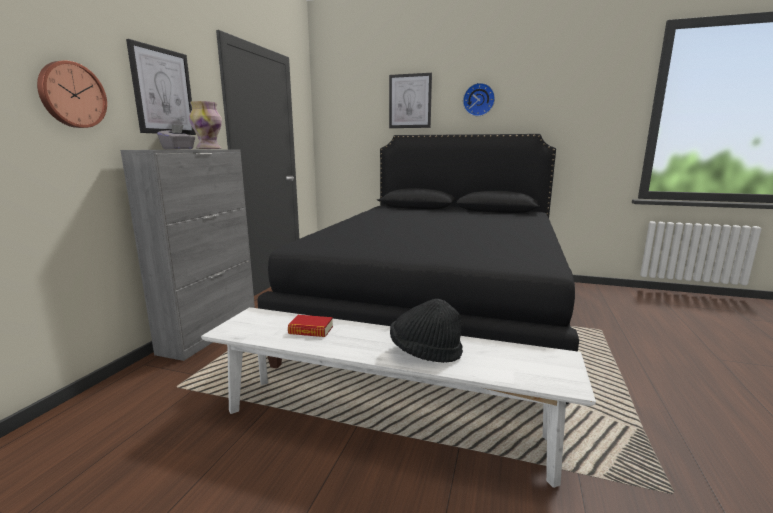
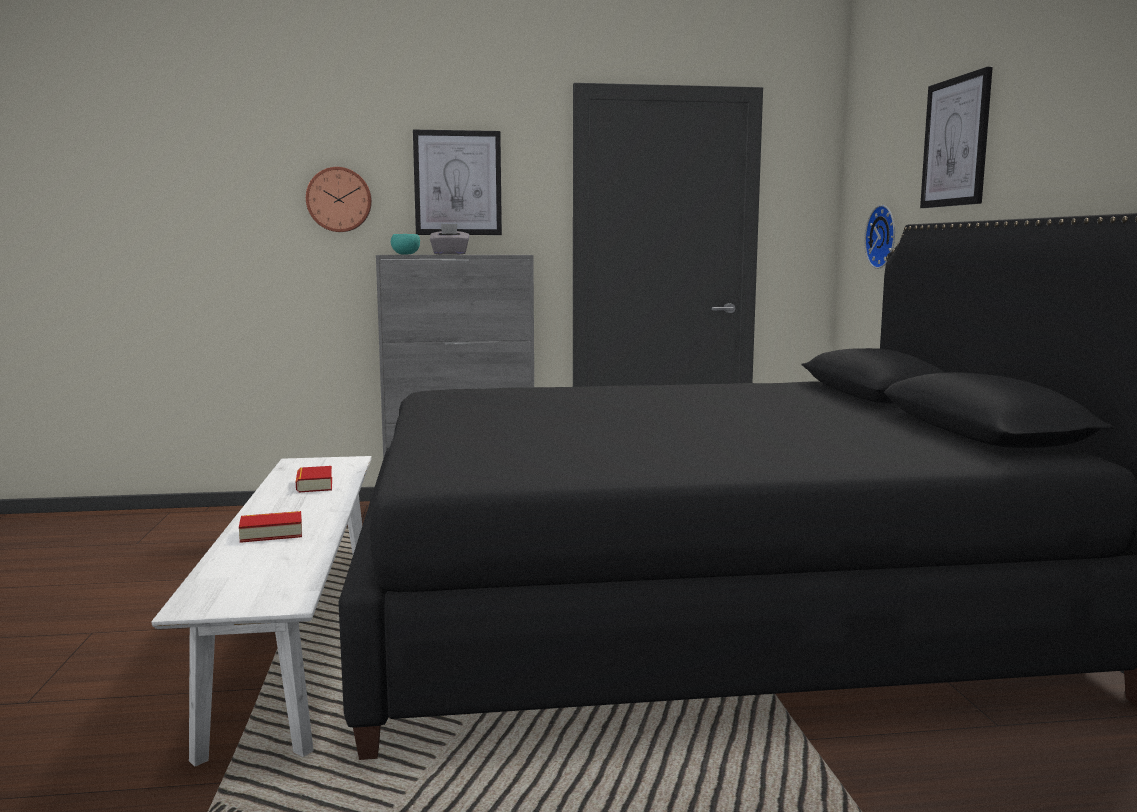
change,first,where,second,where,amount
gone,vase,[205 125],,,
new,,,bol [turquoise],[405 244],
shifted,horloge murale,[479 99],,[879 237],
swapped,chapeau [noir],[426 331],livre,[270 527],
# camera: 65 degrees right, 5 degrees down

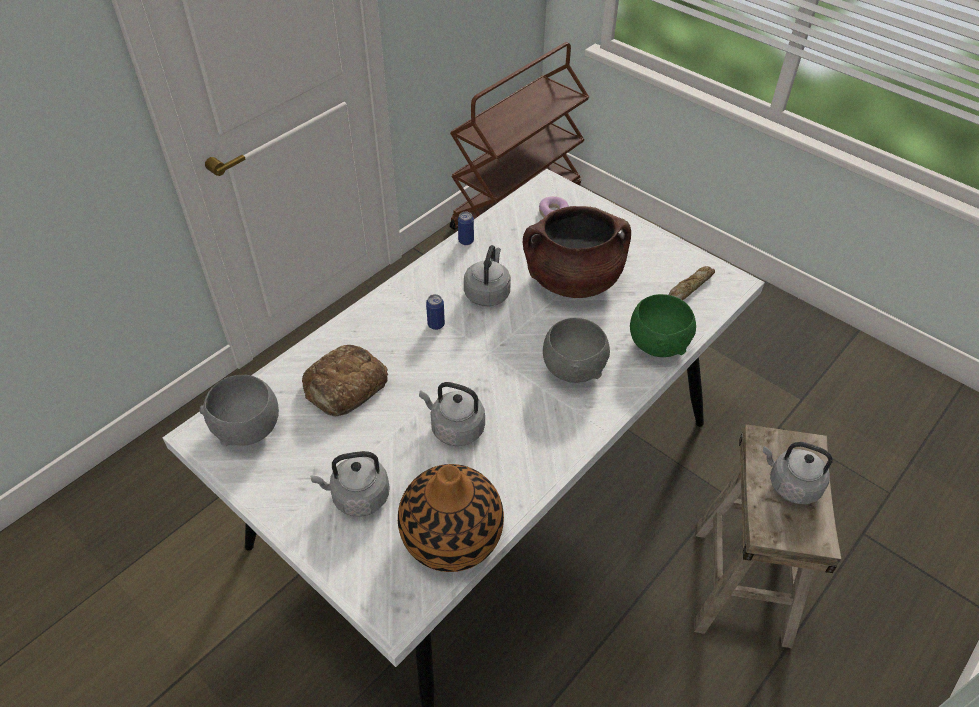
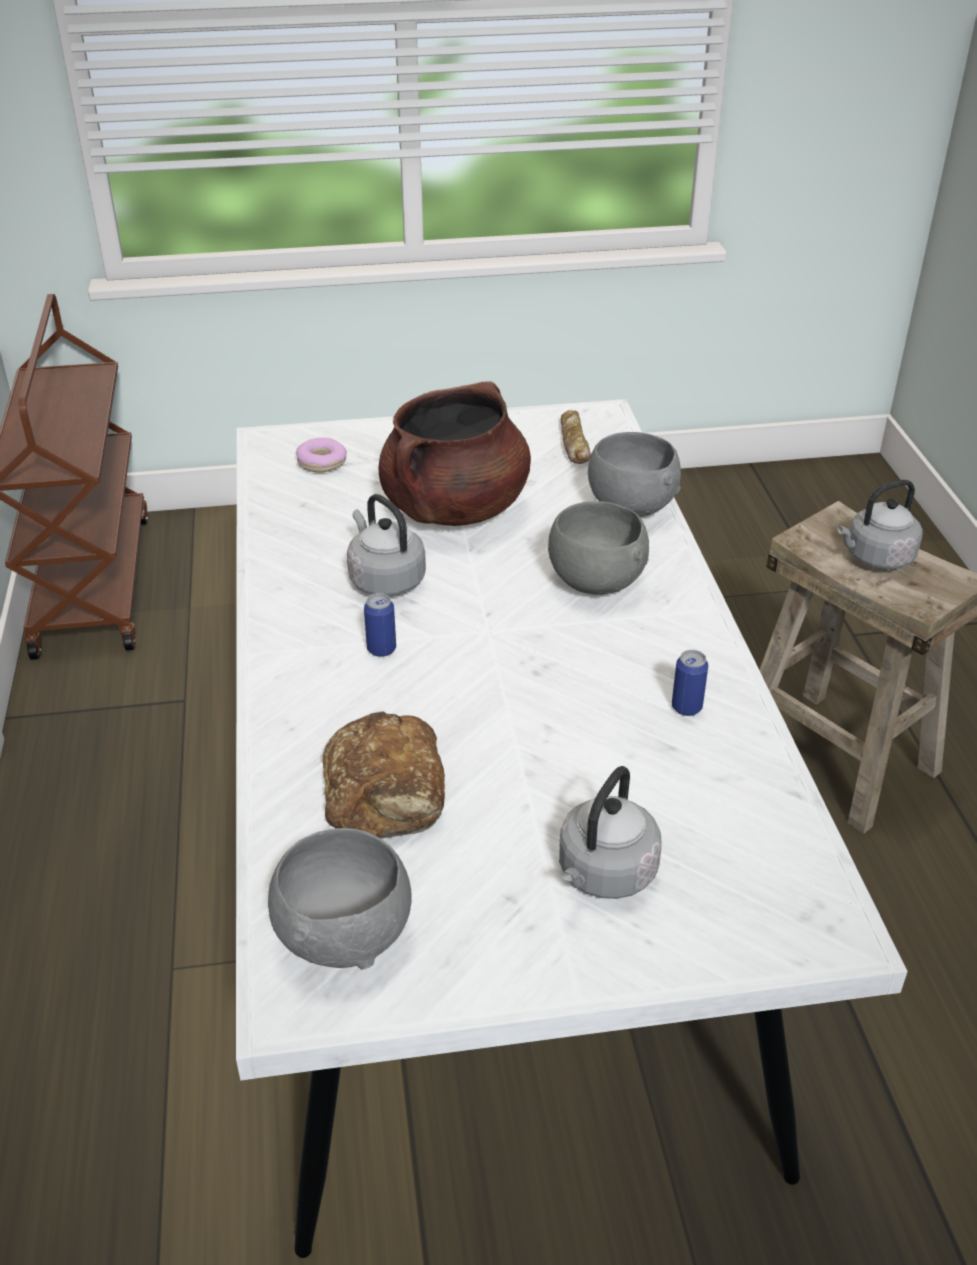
change,first,where,second,where,amount
gone,vase,[451 518],,,
gone,bouilloire [gris],[452 414],,,
shifted,boîte métallique,[466 228],,[690 683],
repainted,bol [vert],[663 325],bol [gris],[634 474],
# camera: 50 degrees left, 10 degrees down

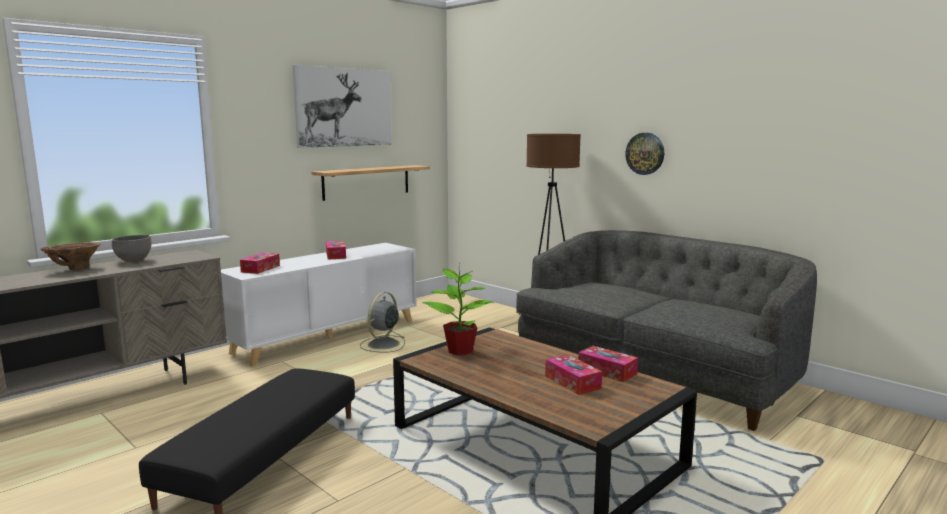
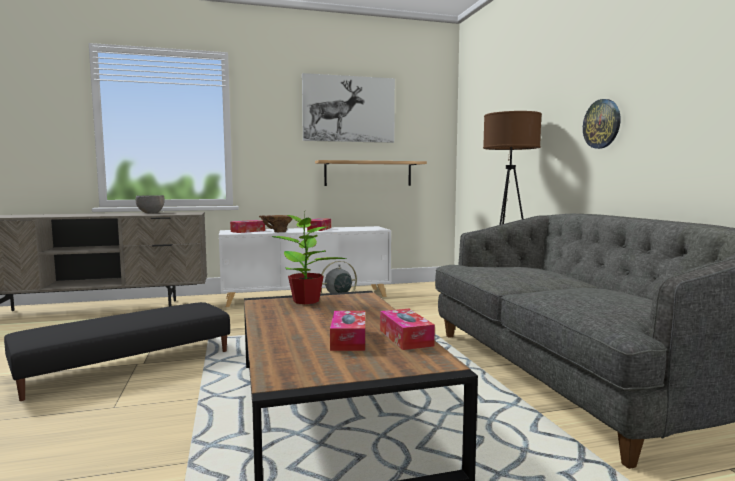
change,first,where,second,where,amount
shifted,vase [marron],[70 256],,[276 223],
# camera: 30 degrees right, 5 degrees down

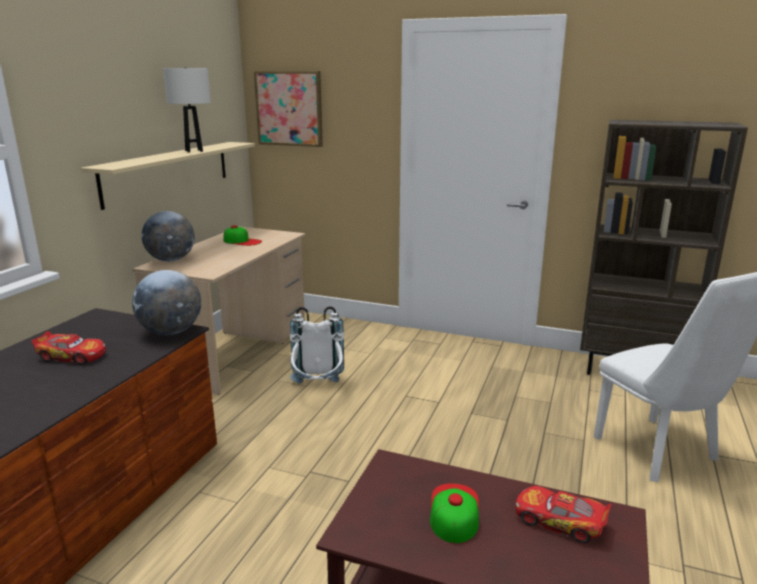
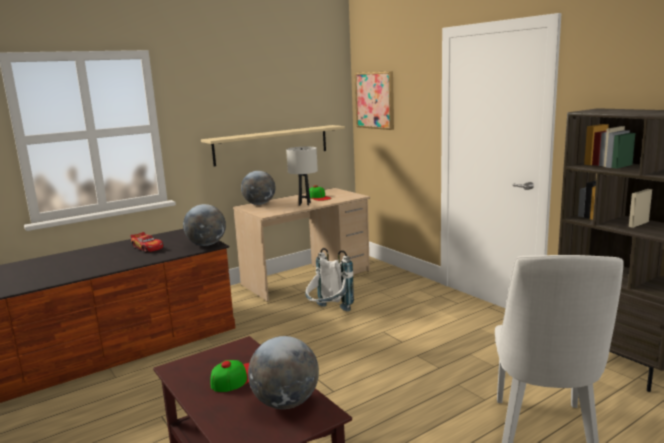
change,first,where,second,where,amount
shifted,lampe de table [blanc],[187 110],,[302 176],
swapped,petite voiture,[564 514],globe,[283 372],
# camera: 35 degrees right, 5 degrees down

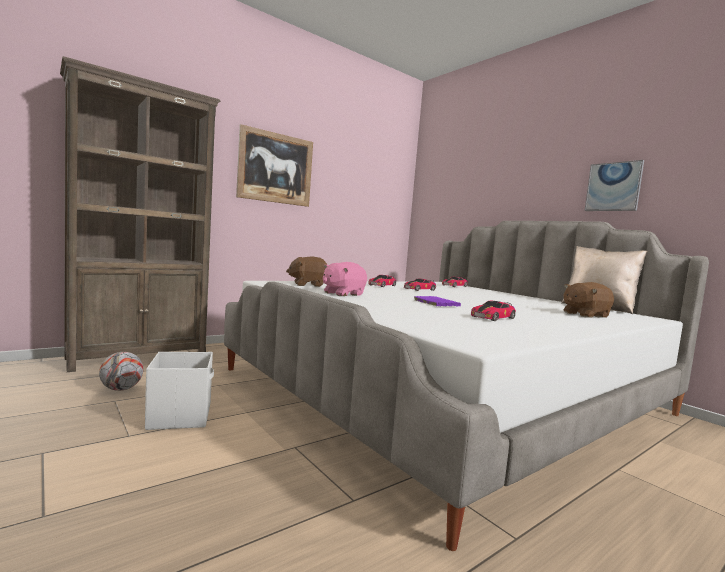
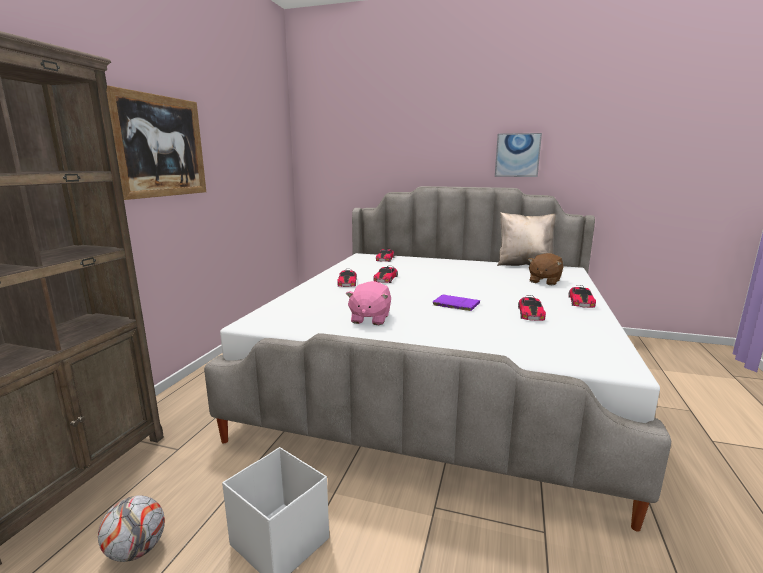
change,first,where,second,where,amount
gone,peluche [marron],[306 272],,,
new,,,petite voiture,[582 296],
# camera: 35 degrees left, 10 degrees up

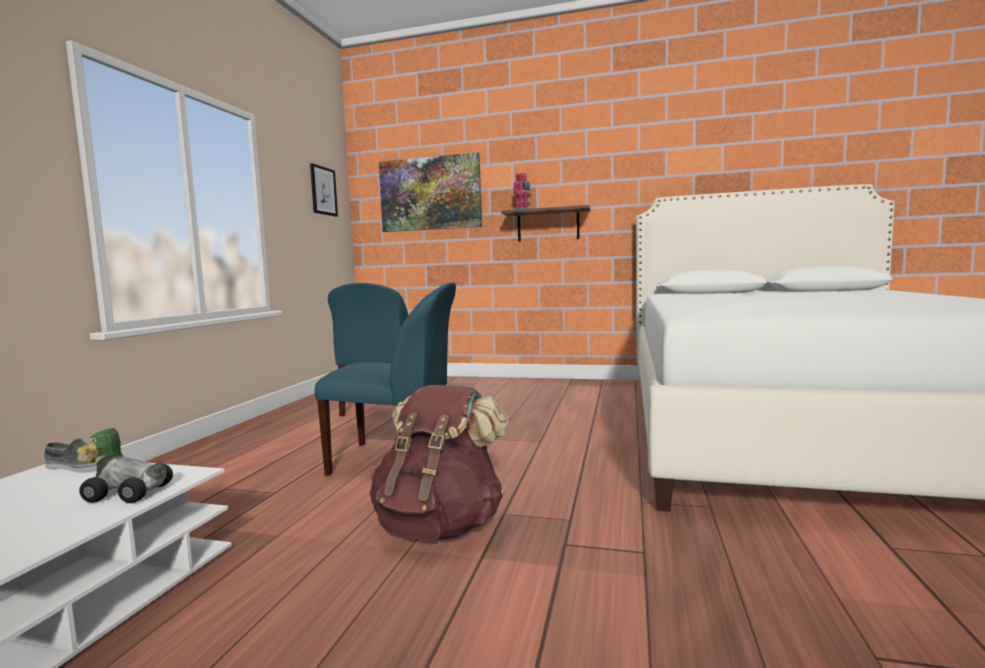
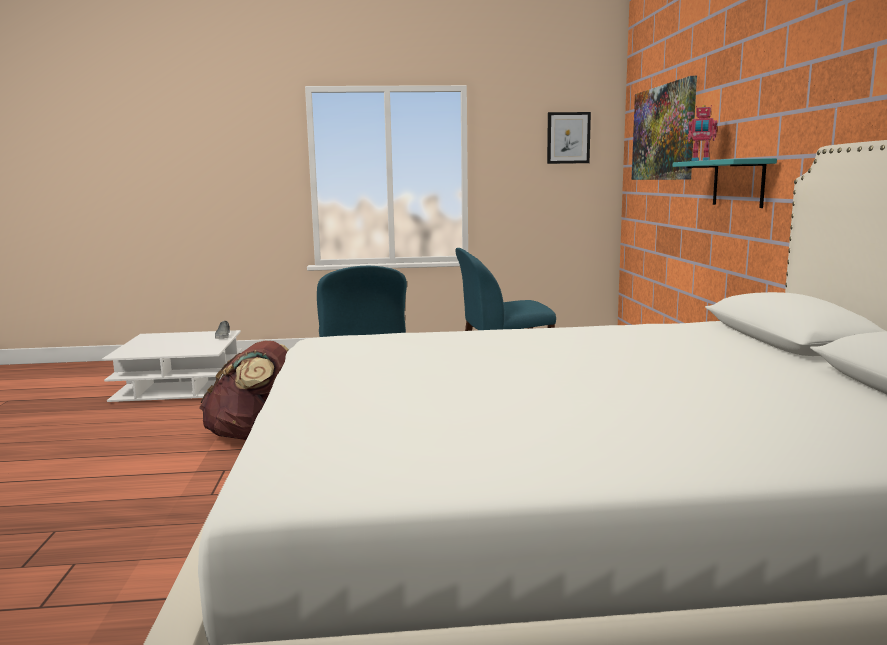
change,first,where,second,where,amount
gone,petite voiture,[125 465],,,
repainted,étagère [marron],[546 223],étagère [turquoise],[725 183],
# camera: 70 degrees right, 5 degrees up

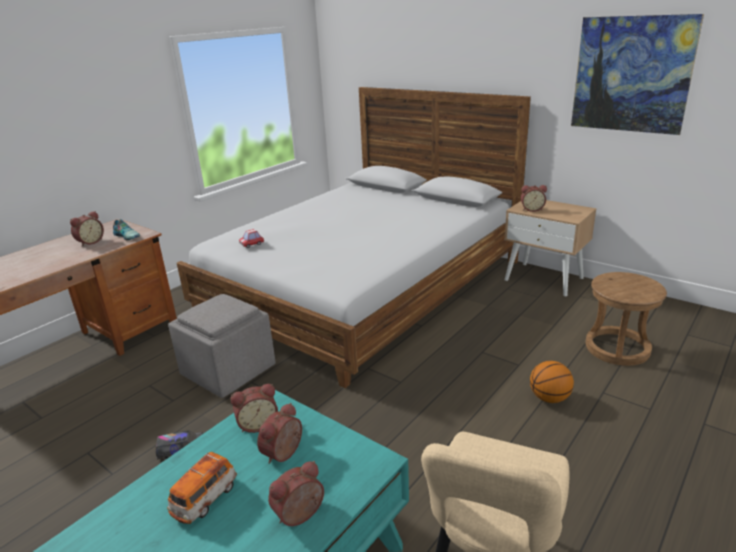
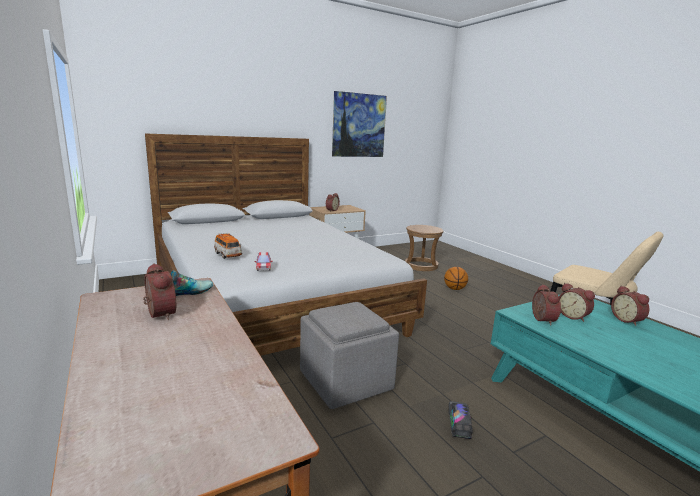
change,first,where,second,where,amount
shifted,petite voiture,[202 488],,[228 246],
# camera: 70 degrees left, 10 degrees down

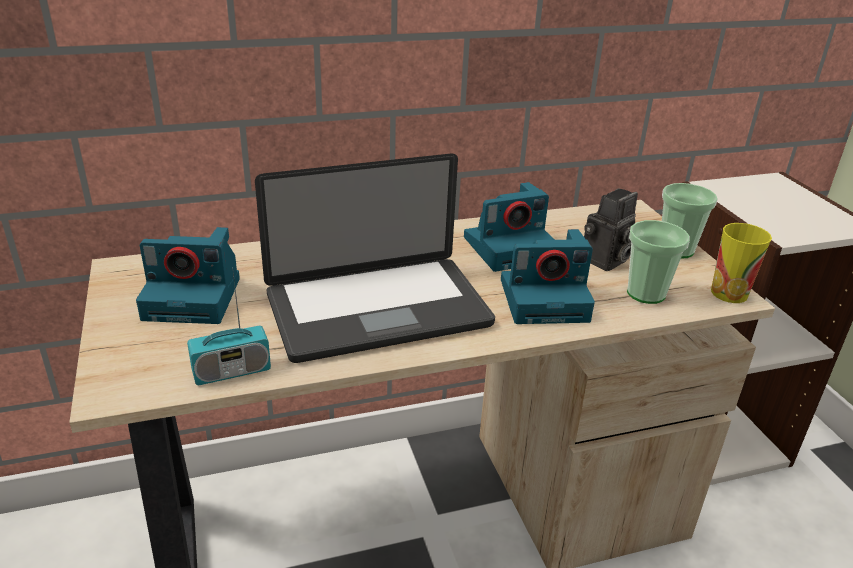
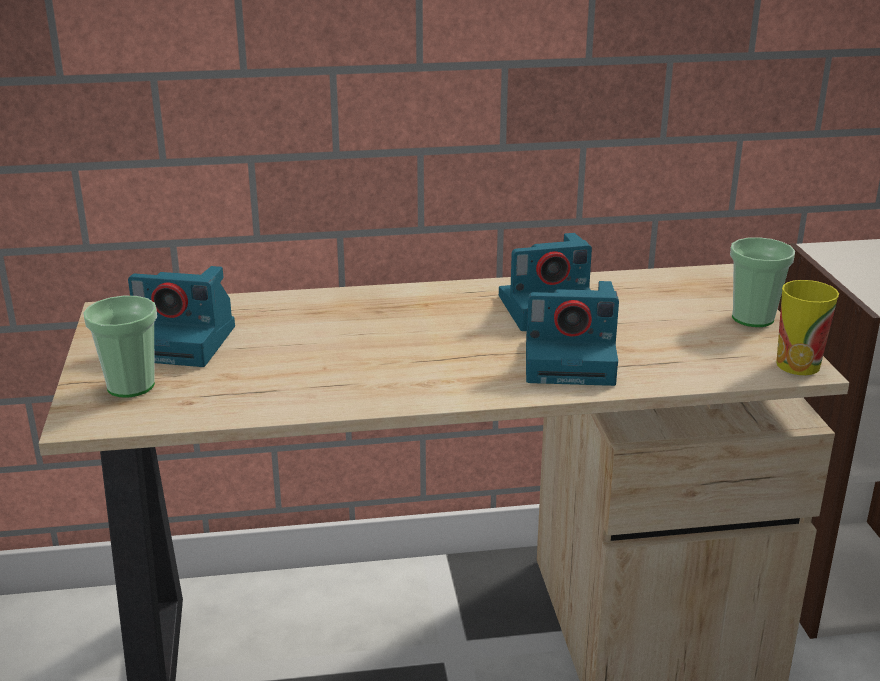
change,first,where,second,where,amount
gone,radio,[229 326],,,
gone,ordinateur portable,[375 258],,,
gone,appareil photo,[611 229],,,
shifted,tasse,[658 262],,[120 347],
# camera: 10 degrees right, 5 degrees down

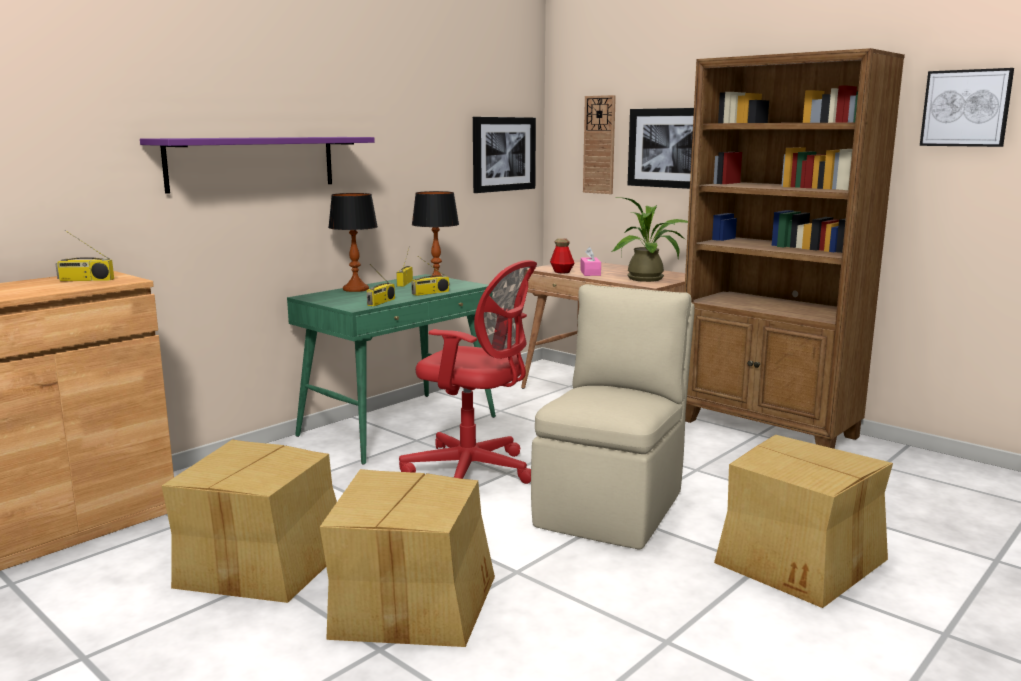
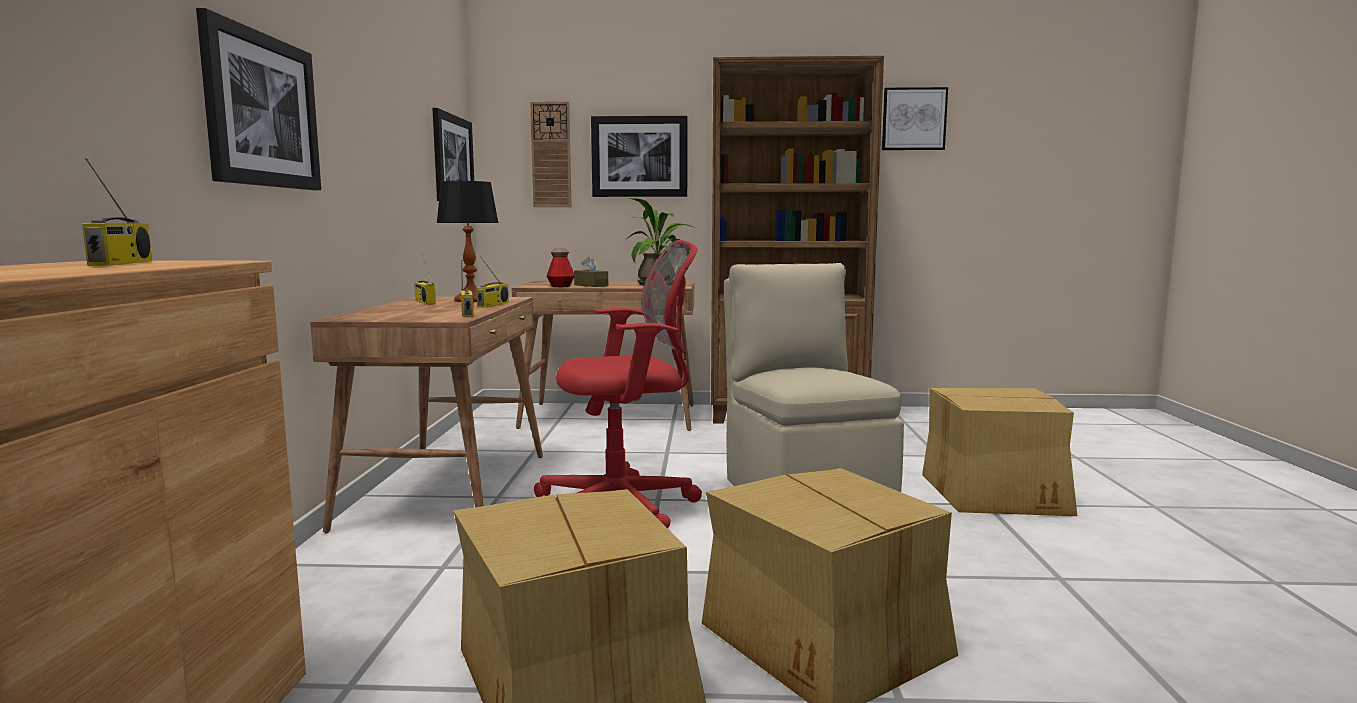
change,first,where,second,where,amount
gone,lampe de table,[353 242],,,
swapped,étagère [violet],[257 165],tableau,[258 99],
repainted,bureau [vert],[391 369],bureau [marron],[426 415],
repainted,boîte à mouchoirs [rose],[590 261],boîte à mouchoirs [marron],[591 271],
rotated,radio,[85 255],,[117 212],60 degrees counterclockwise
# camera: 40 degrees left, 5 degrees down

